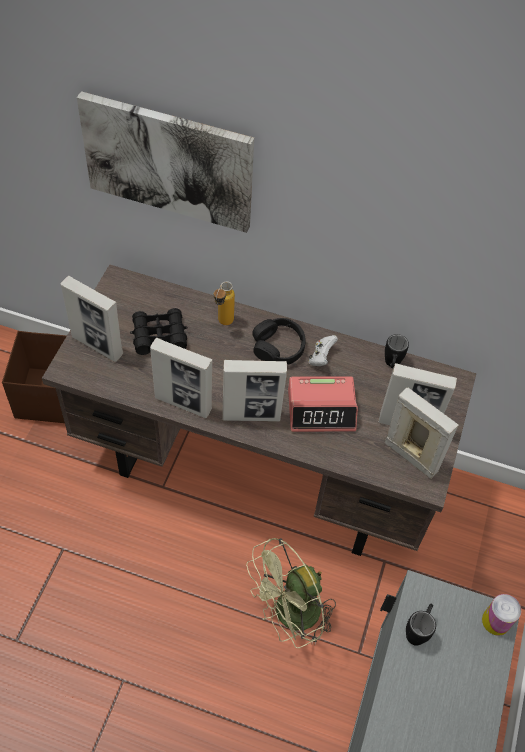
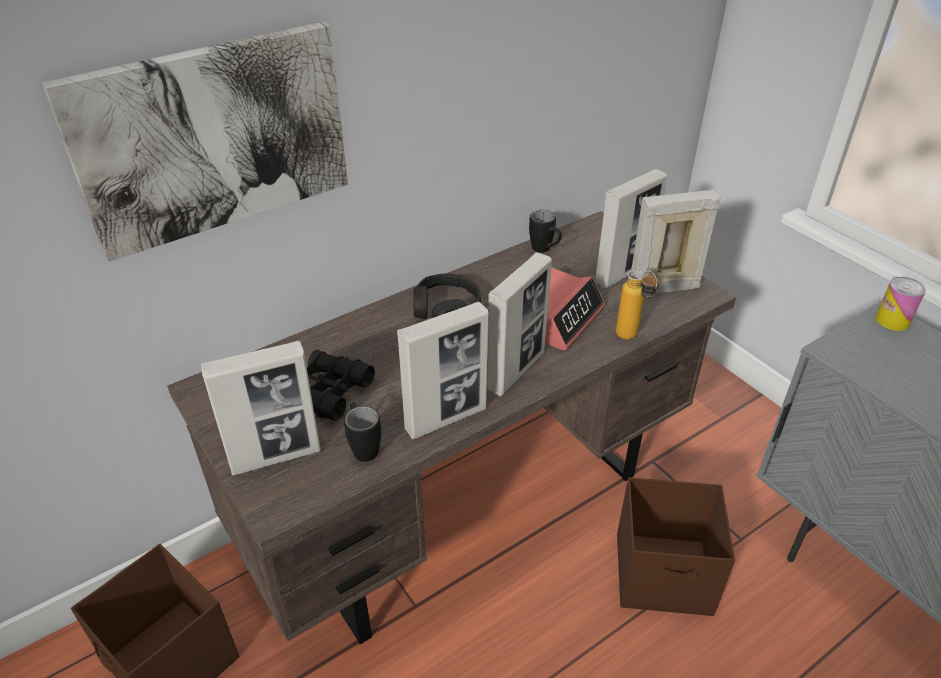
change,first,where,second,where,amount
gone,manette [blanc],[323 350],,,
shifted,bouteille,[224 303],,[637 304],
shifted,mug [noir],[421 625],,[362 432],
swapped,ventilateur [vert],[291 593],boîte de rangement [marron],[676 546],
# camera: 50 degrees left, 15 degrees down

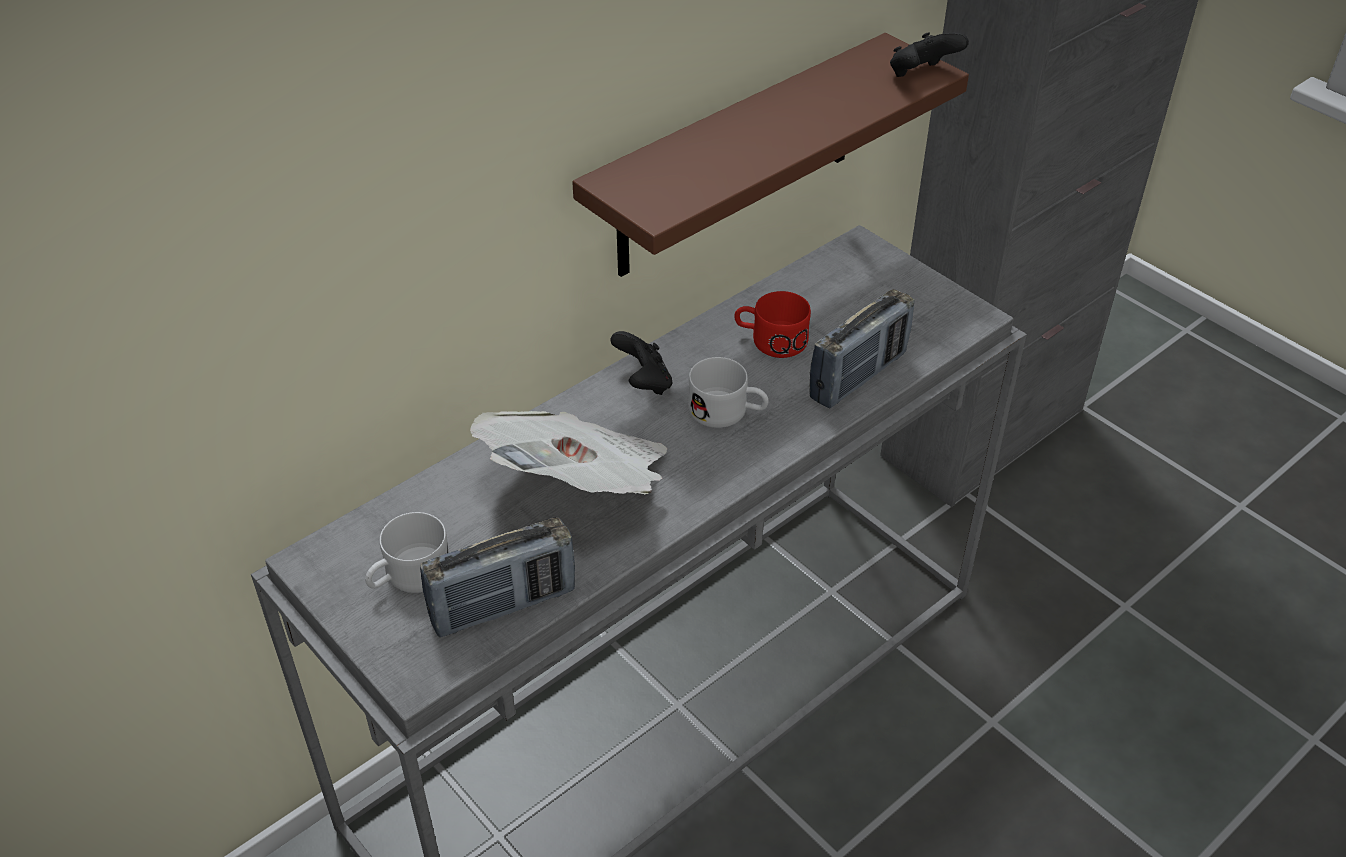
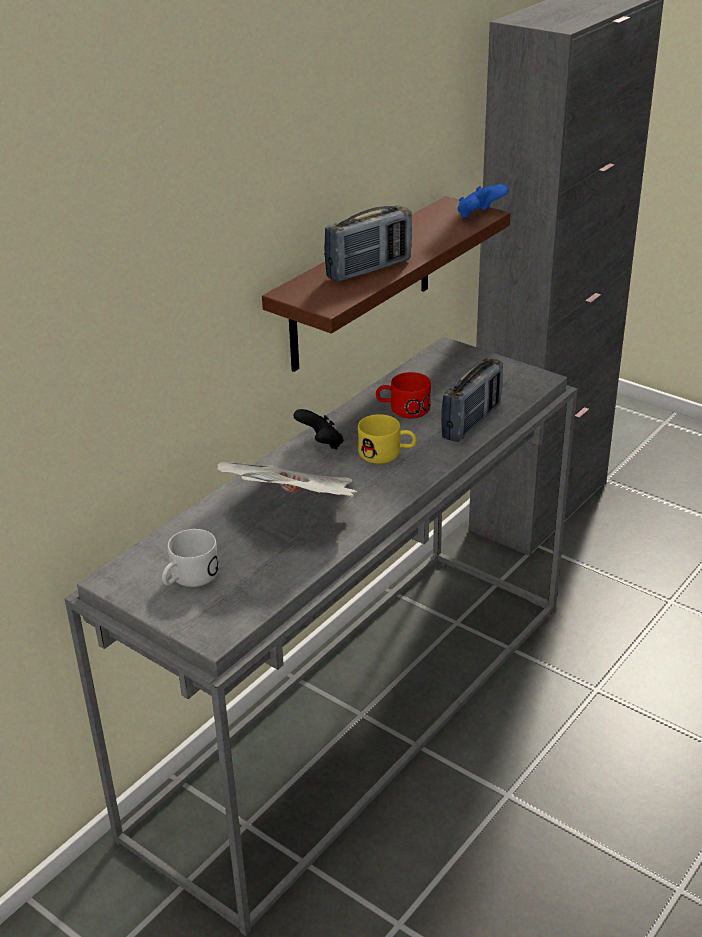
change,first,where,second,where,amount
shifted,radio,[497 577],,[368 243],
repainted,mug [blanc],[728 392],mug [jaune],[387 439],
repainted,manette [noir],[929 54],manette [bleu],[483 201],
# camera: 10 degrees left, 10 degrees down

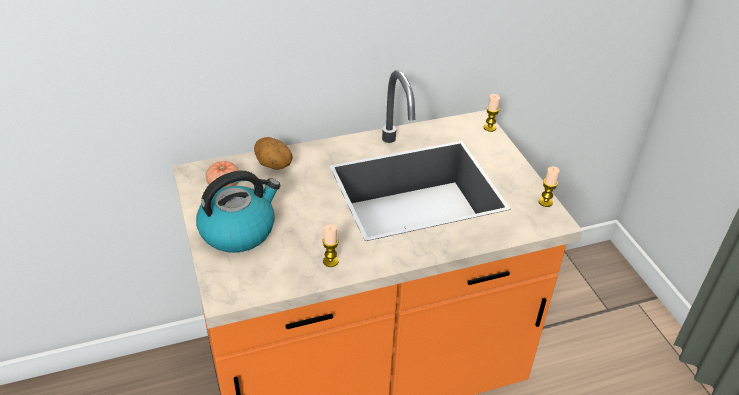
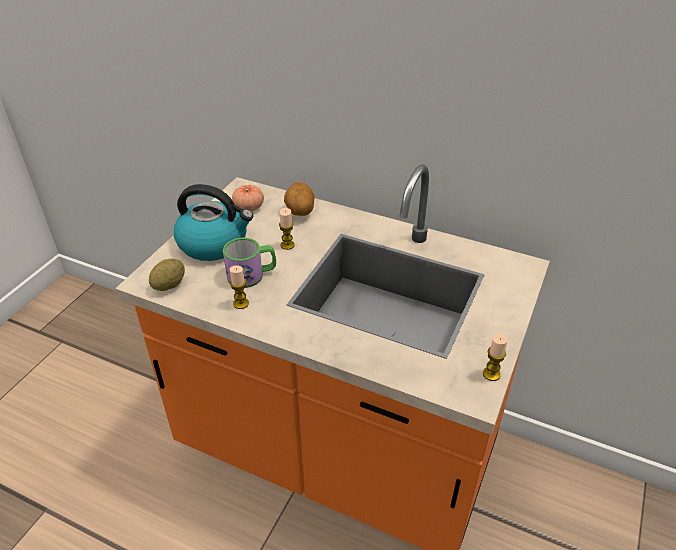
change,first,where,second,where,amount
new,,,pomme de terre,[167 275],
new,,,mug,[249 263],
shifted,bougie,[492 113],,[287 229],
# camera: 45 degrees right, 0 degrees up

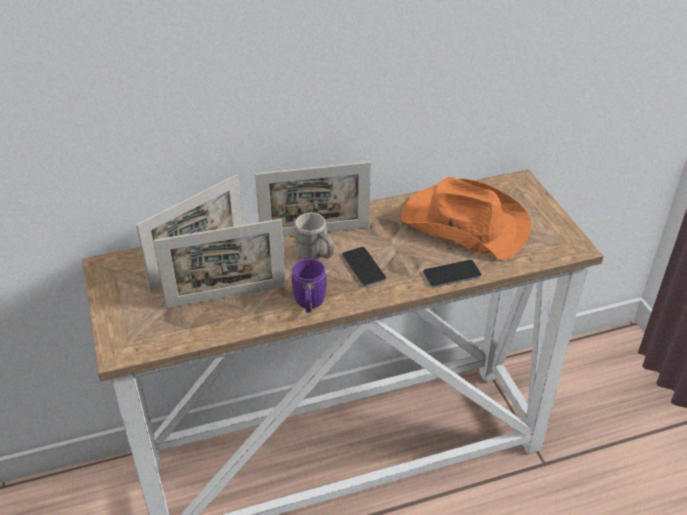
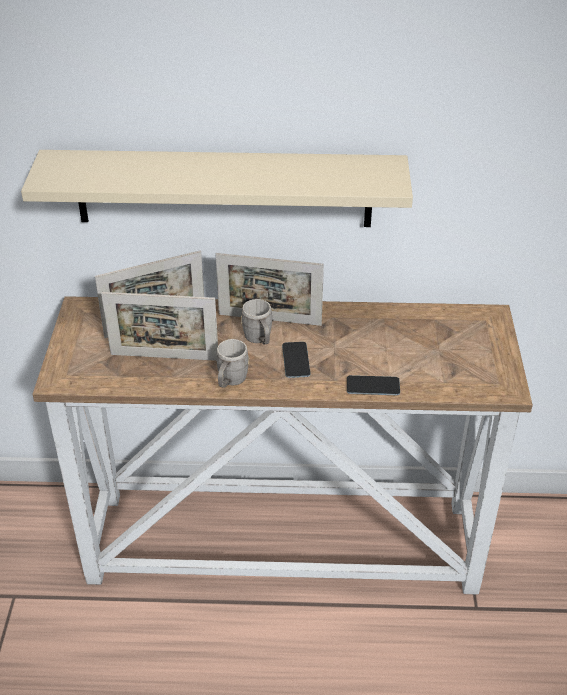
change,first,where,second,where,amount
gone,chapeau [orange],[466 218],,,
new,,,étagère [beige],[217 188],
repainted,mug [violet],[309 286],mug [gris],[233 363],
# camera: 20 degrees right, 0 degrees up

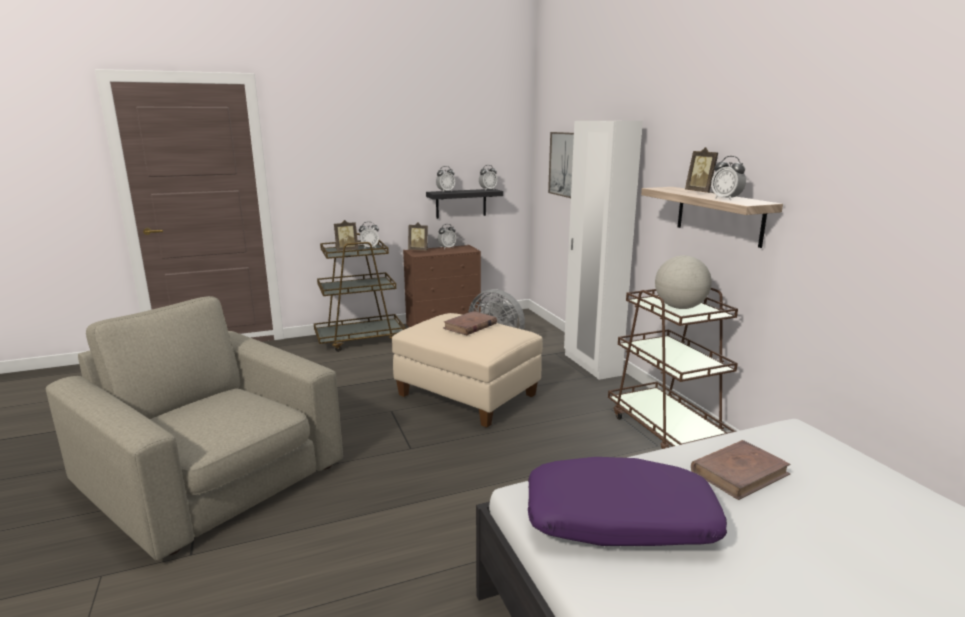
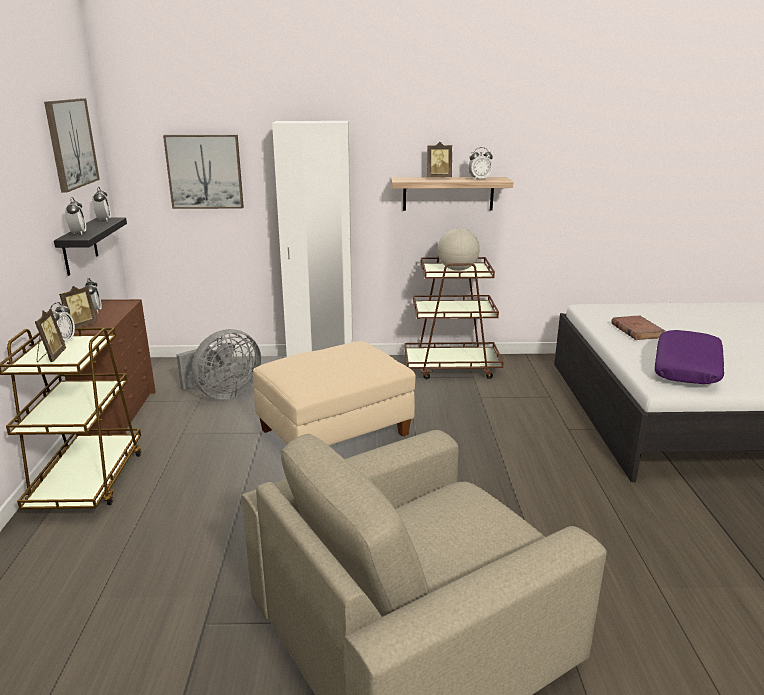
change,first,where,second,where,amount
gone,livre [marron],[470 323],,,
new,,,tableau,[72 145],
# camera: 70 degrees left, 5 degrees up

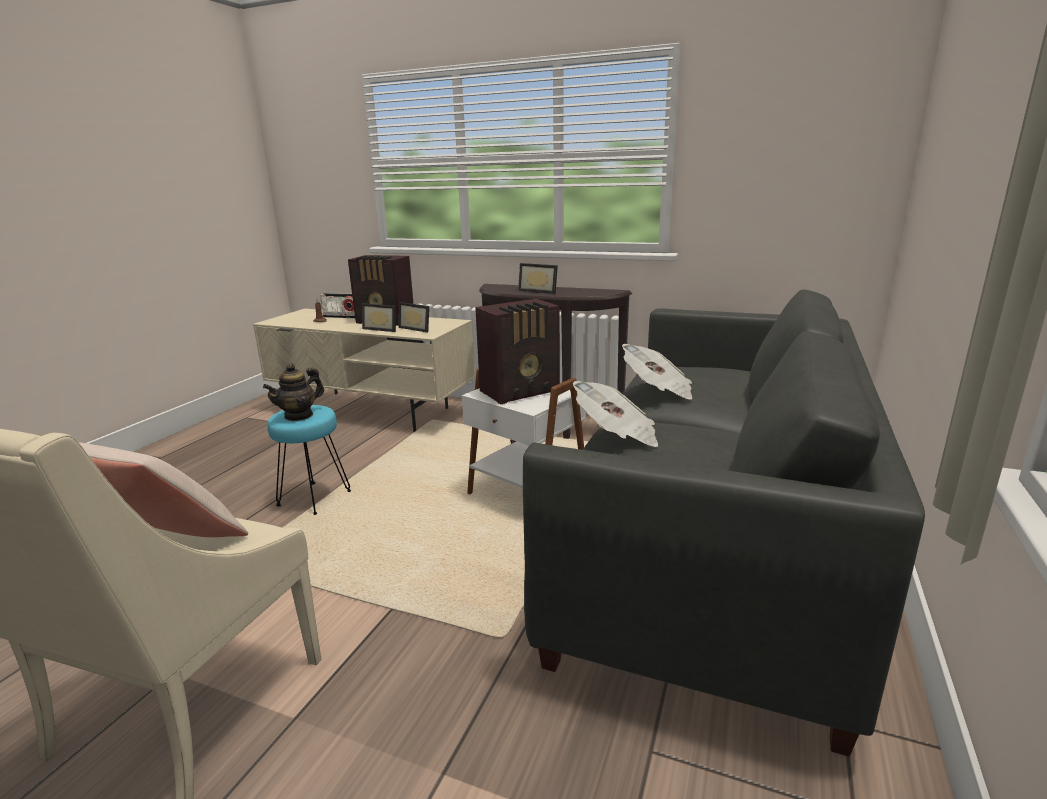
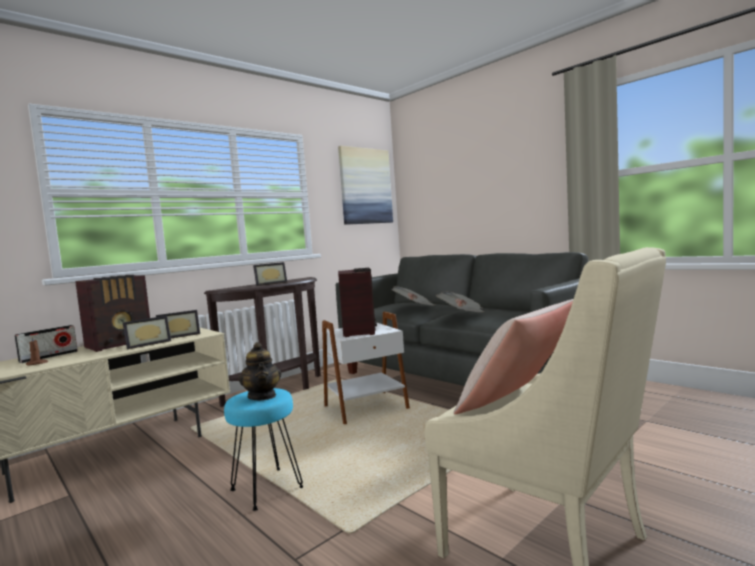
change,first,where,second,where,amount
new,,,tableau,[365 185],
# camera: 65 degrees left, 15 degrees down

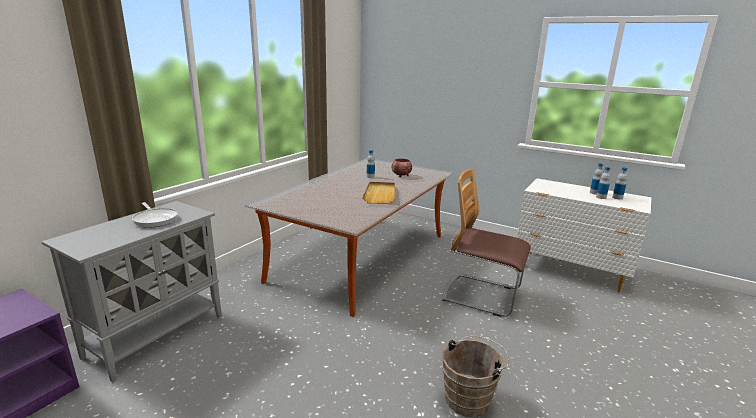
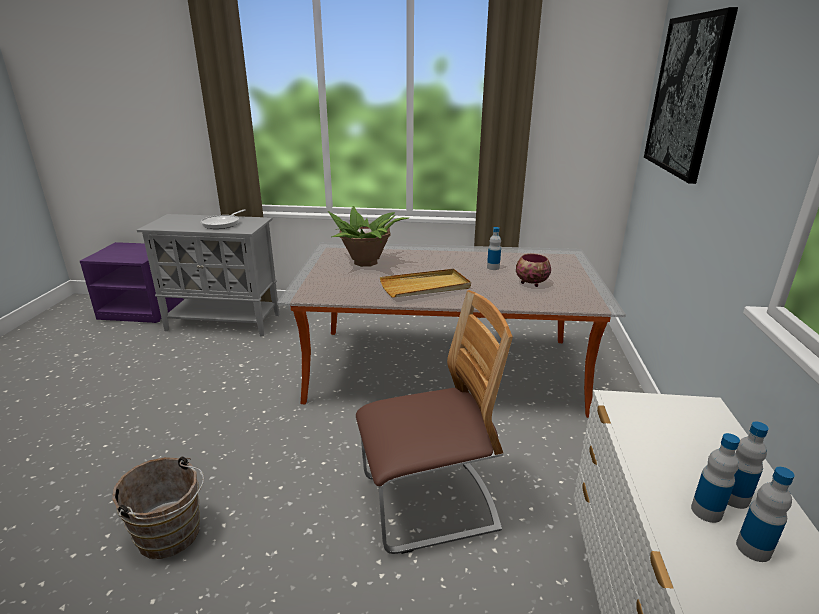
change,first,where,second,where,amount
new,,,plante en pot,[368 236],
new,,,tableau,[691 95],
rotated,chaise,[486 243],,[434 422],75 degrees clockwise
# camera: 65 degrees right, 5 degrees up

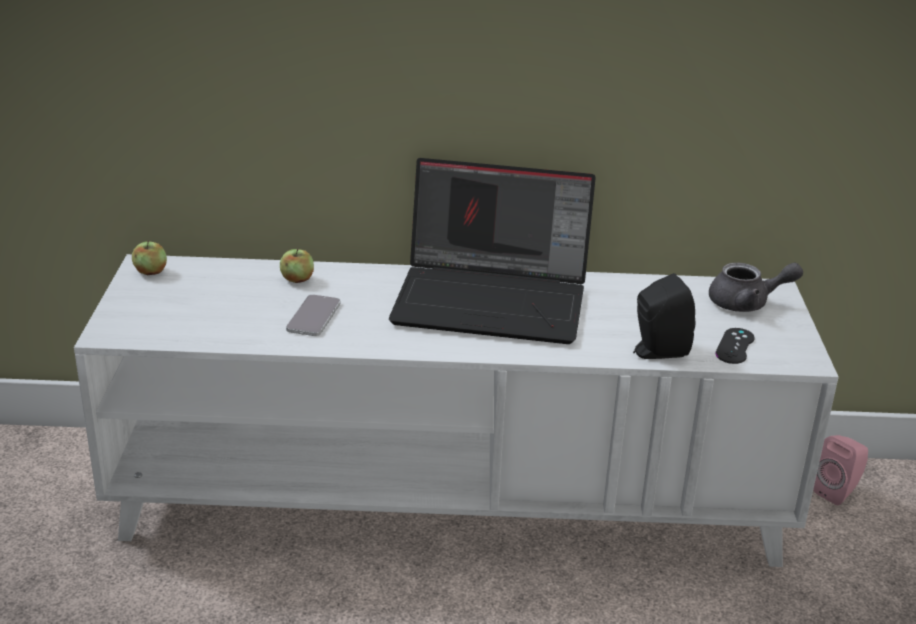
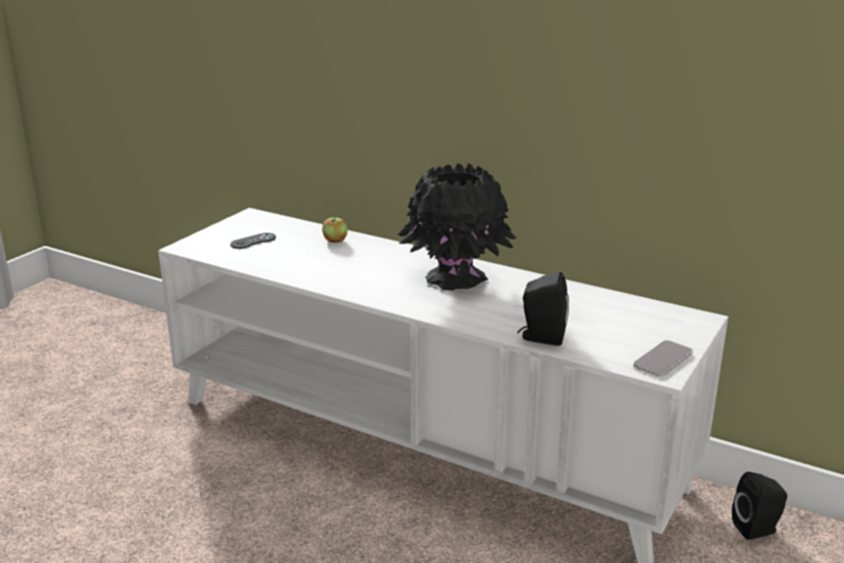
change,first,where,second,where,amount
gone,pomme,[149 258],,,
gone,théière [gris],[756 287],,,
shifted,téléphone,[313 315],,[663 358],
shifted,manette [noir],[735 346],,[253 241],
swapped,ordinateur portable,[492 251],vase [noir],[457 226],
repainted,enceinte [rose],[840 470],enceinte [noir],[759 506],
# camera: 30 degrees right, 5 degrees down

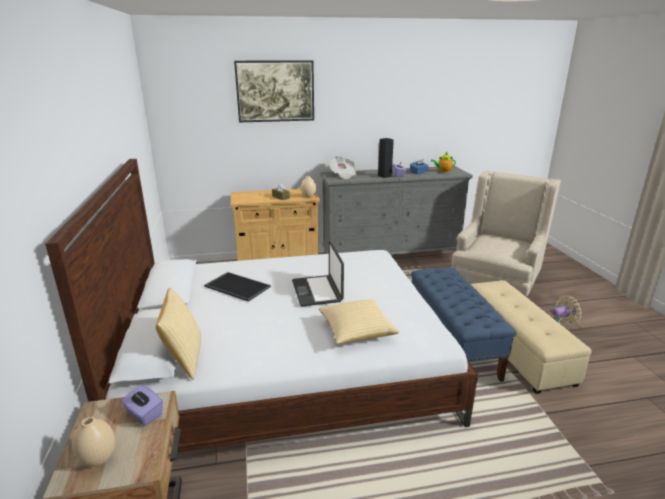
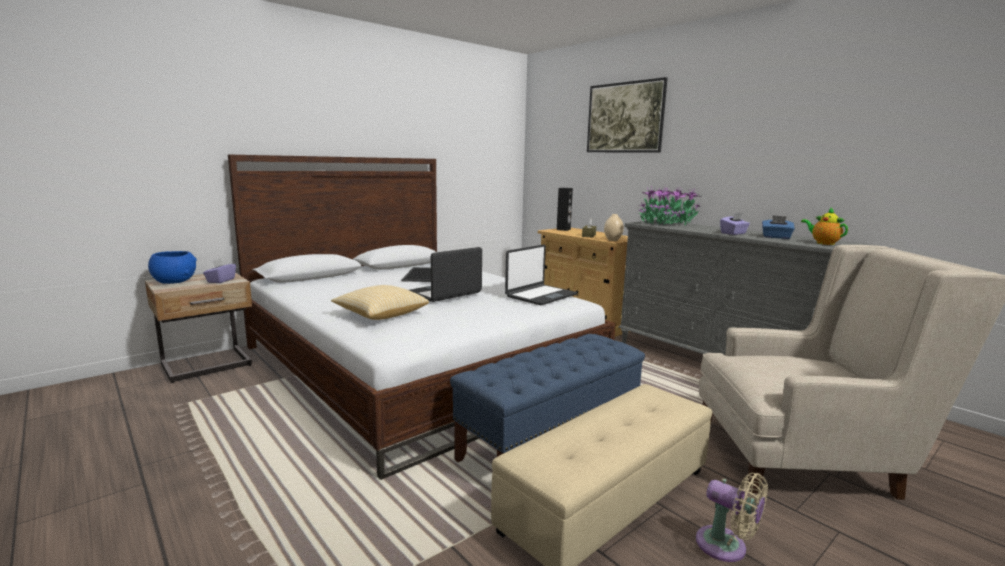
change,first,where,second,where,amount
gone,coussin,[178 334],,,
new,,,ordinateur portable,[541 274],
shifted,enceinte [noir],[386 158],,[565 209],
swapped,vase [beige],[93 442],bol [bleu],[172 267],
swapped,journal,[343 167],plante en pot,[669 205],
# camera: 60 degrees right, 10 degrees down

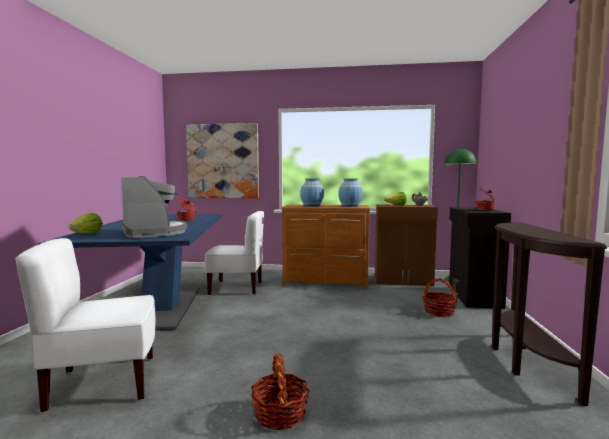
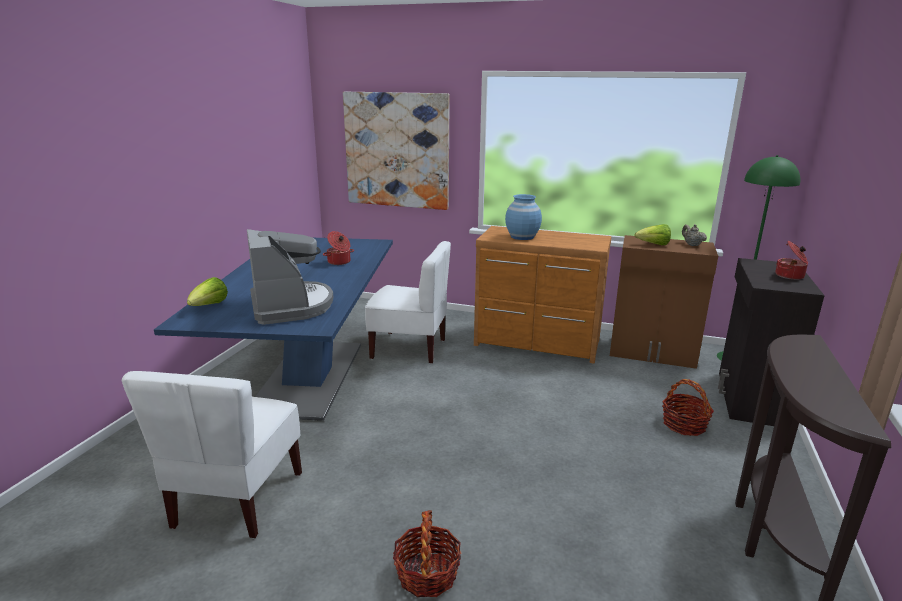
change,first,where,second,where,amount
gone,vase [bleu],[350 192],,,
rotated,chaise [blanc],[85 325],,[212 454],75 degrees counterclockwise
# camera: 10 degrees right, 15 degrees up

